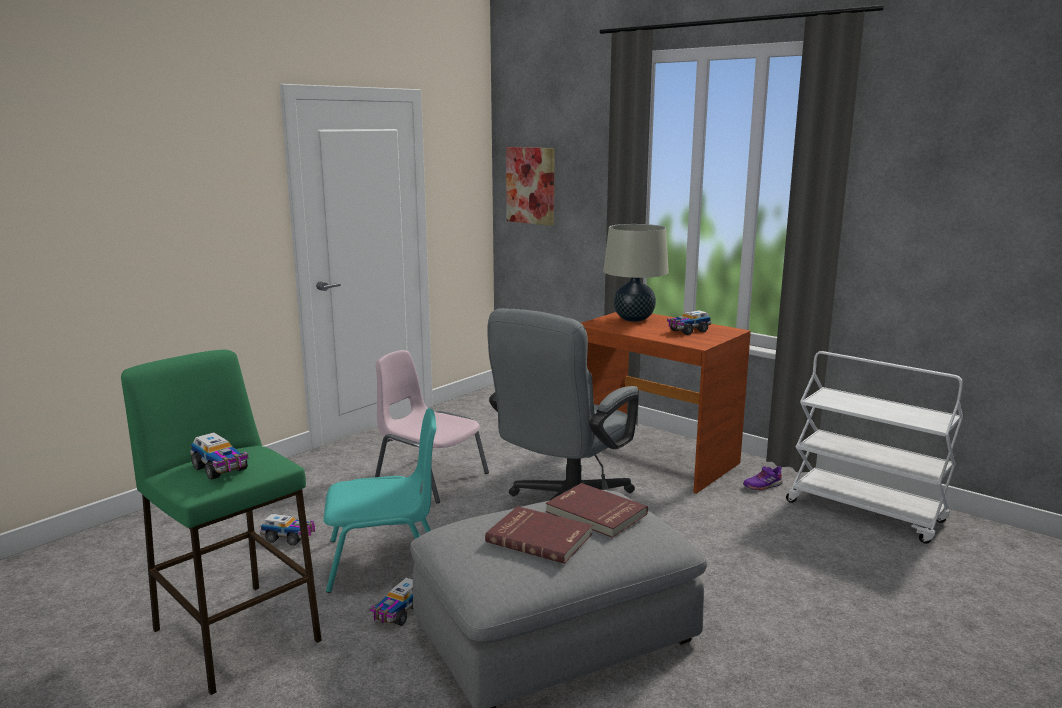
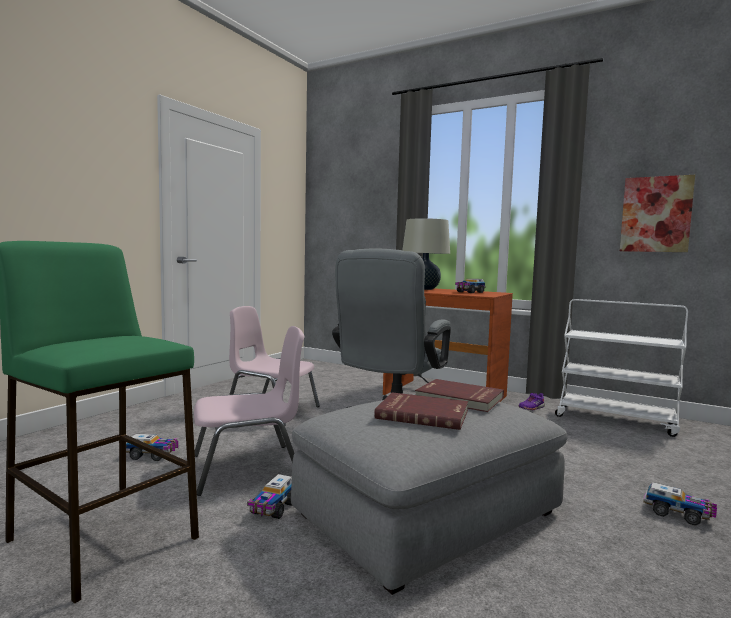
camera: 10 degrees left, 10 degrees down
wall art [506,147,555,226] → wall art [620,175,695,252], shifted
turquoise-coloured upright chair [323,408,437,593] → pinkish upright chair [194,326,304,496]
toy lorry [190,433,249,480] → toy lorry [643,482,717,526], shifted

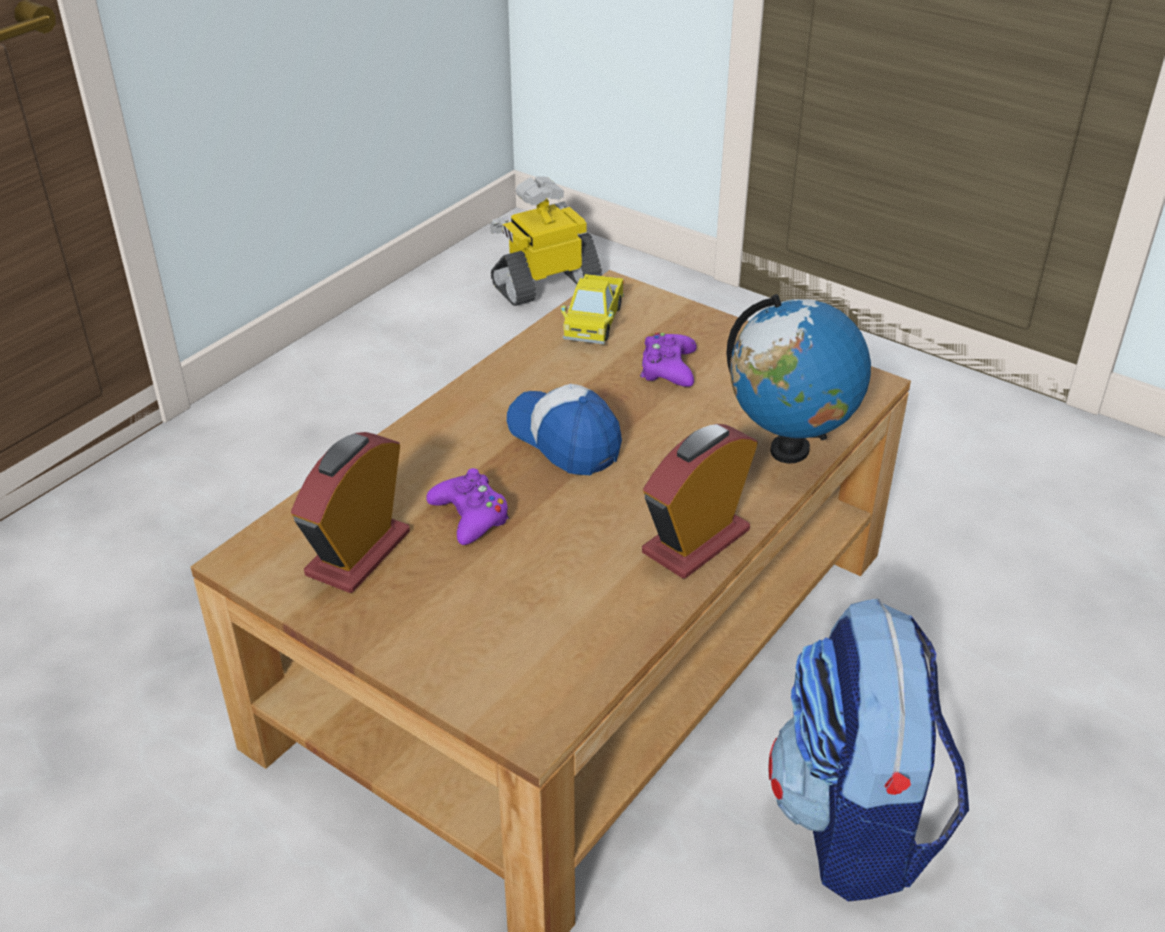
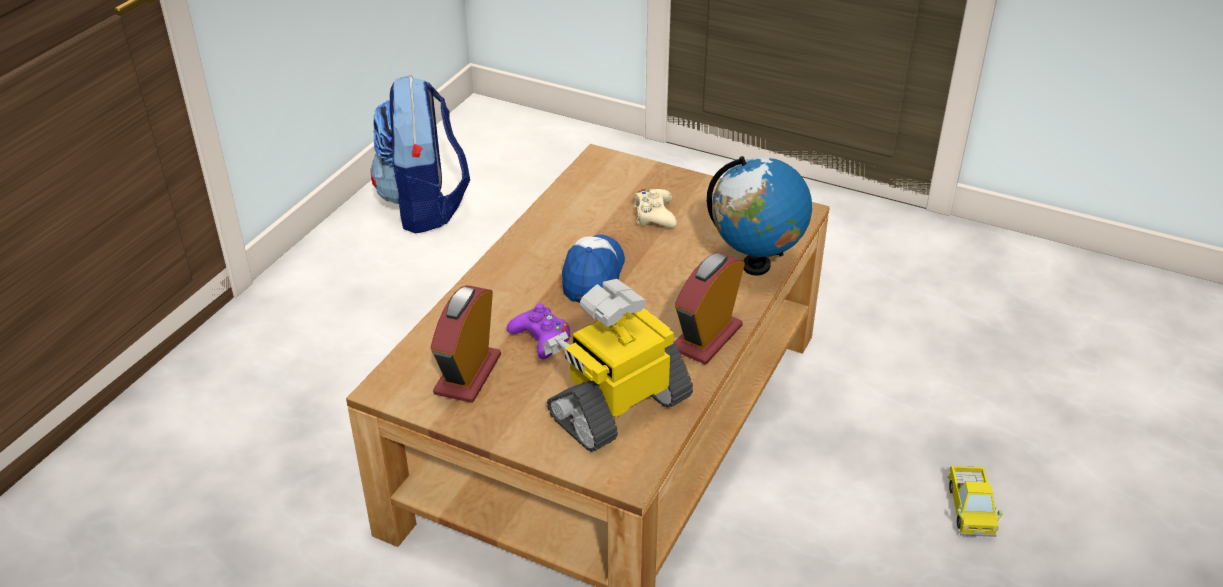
camera: 10 degrees left, 0 degrees up
robot figure [490,176,602,306] → robot figure [543,279,693,452], shifted
toy lorry [561,274,624,344] → toy lorry [948,466,1003,537], shifted
purple game controller [640,333,697,387] → sand-coloured game controller [634,189,677,227]
baseball cap [507,384,622,475] → baseball cap [562,234,625,303], 60 degrees clockwise
knapsack [769,598,969,902] → knapsack [371,75,470,234], shifted

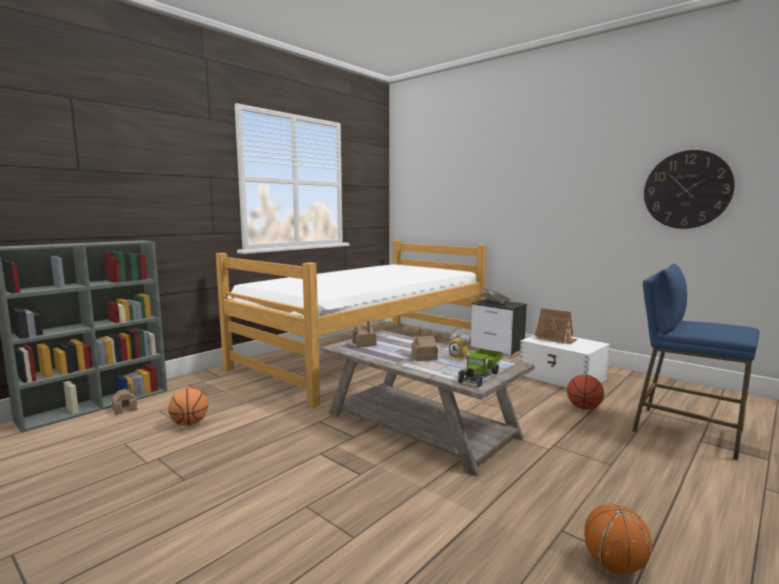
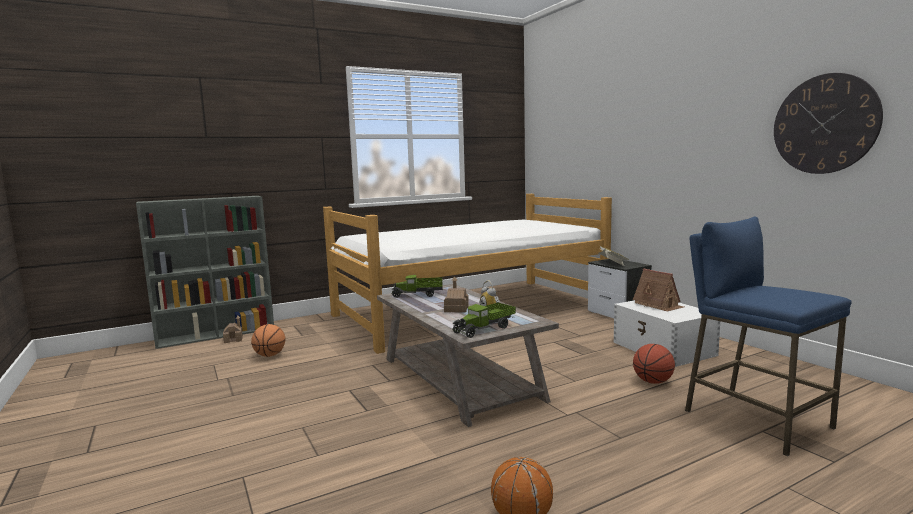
camera: 20 degrees right, 0 degrees up
toy house [352,317,377,348] → toy lorry [391,275,443,298]

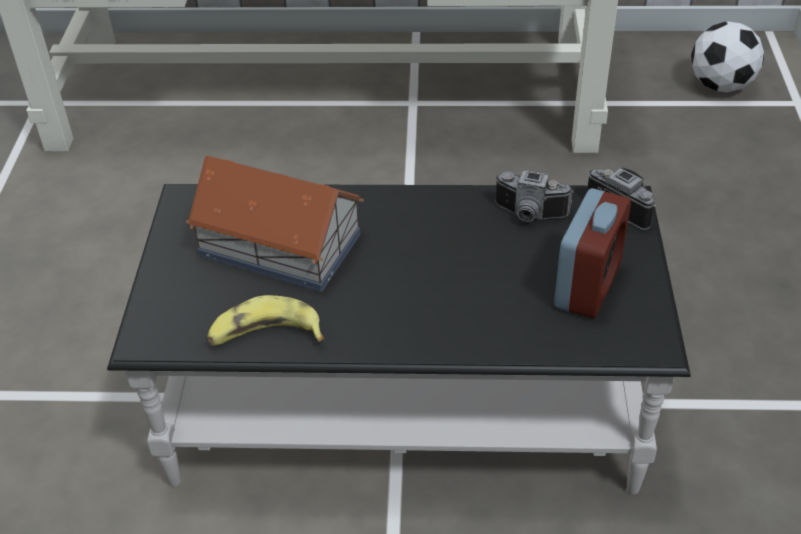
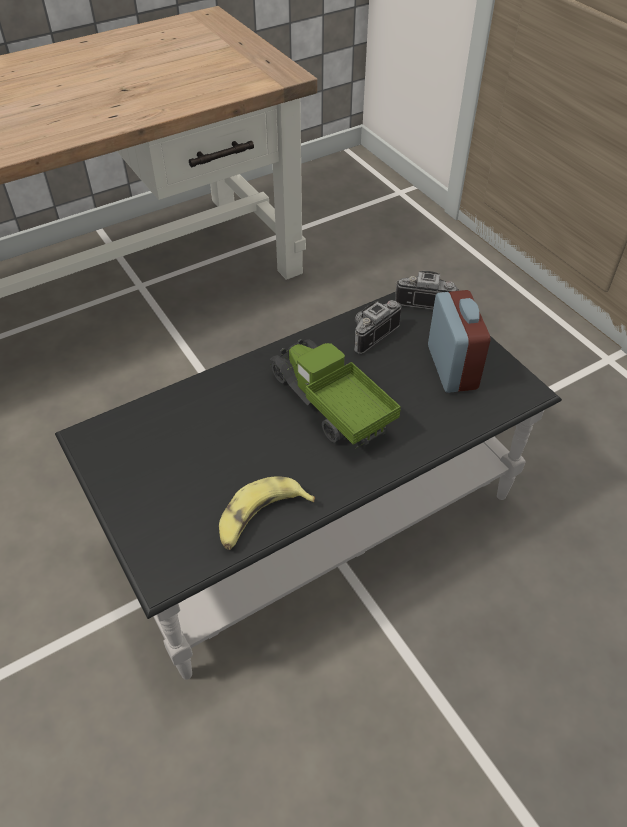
camera: 35 degrees left, 5 degrees up
football [691,21,764,93] → -
toy house [186,156,364,292] → -
photo camera [495,170,573,222] → photo camera [354,300,401,354], 150 degrees clockwise
- → toy lorry [270,339,401,449]

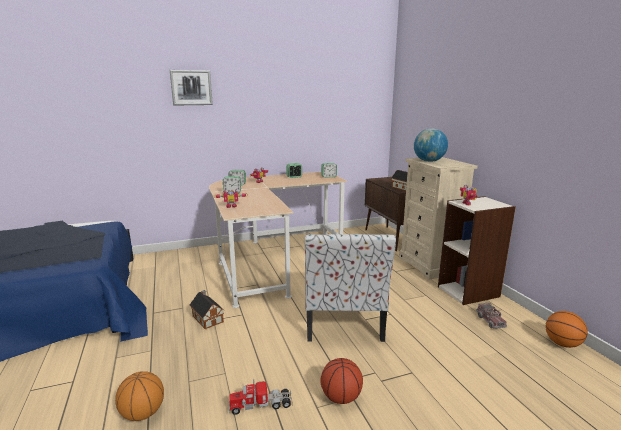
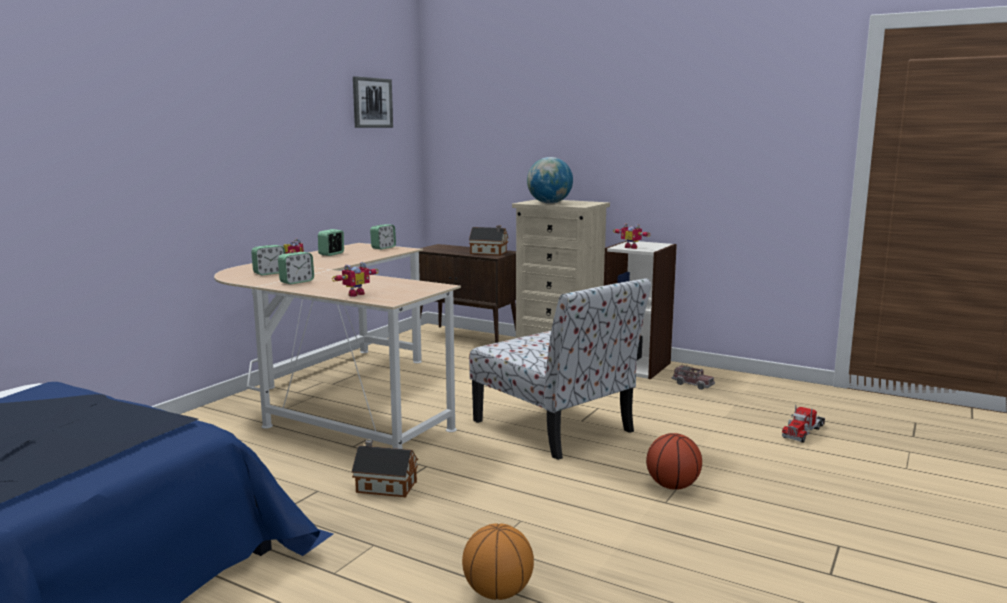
camera: 40 degrees left, 5 degrees down
wall art [170,70,213,105] → wall art [353,76,393,128], shifted
ball for basketball [546,311,588,348] → -
toy lorry [229,378,292,415] → toy lorry [782,405,825,443], shifted

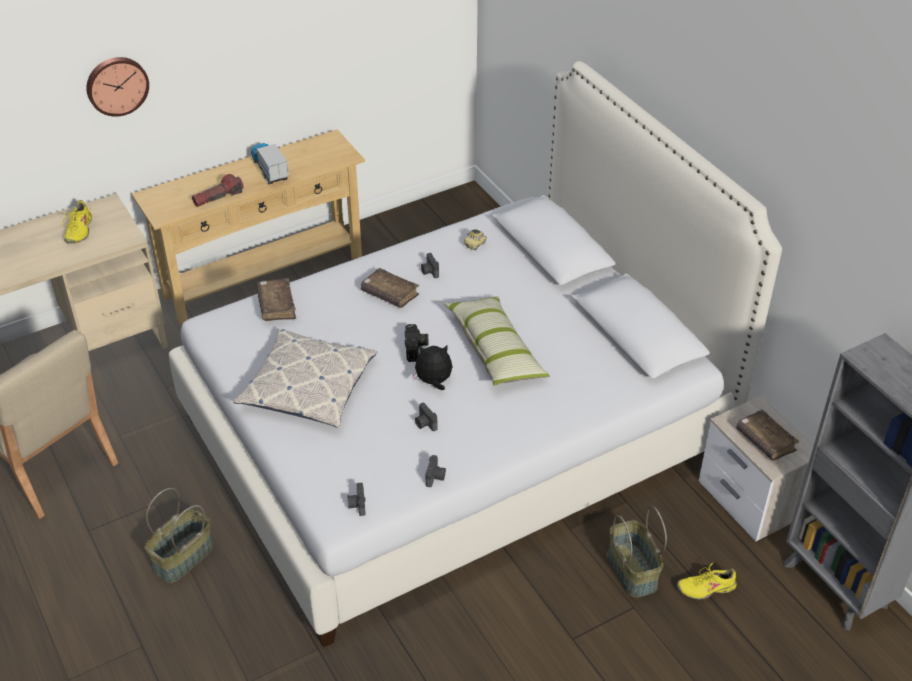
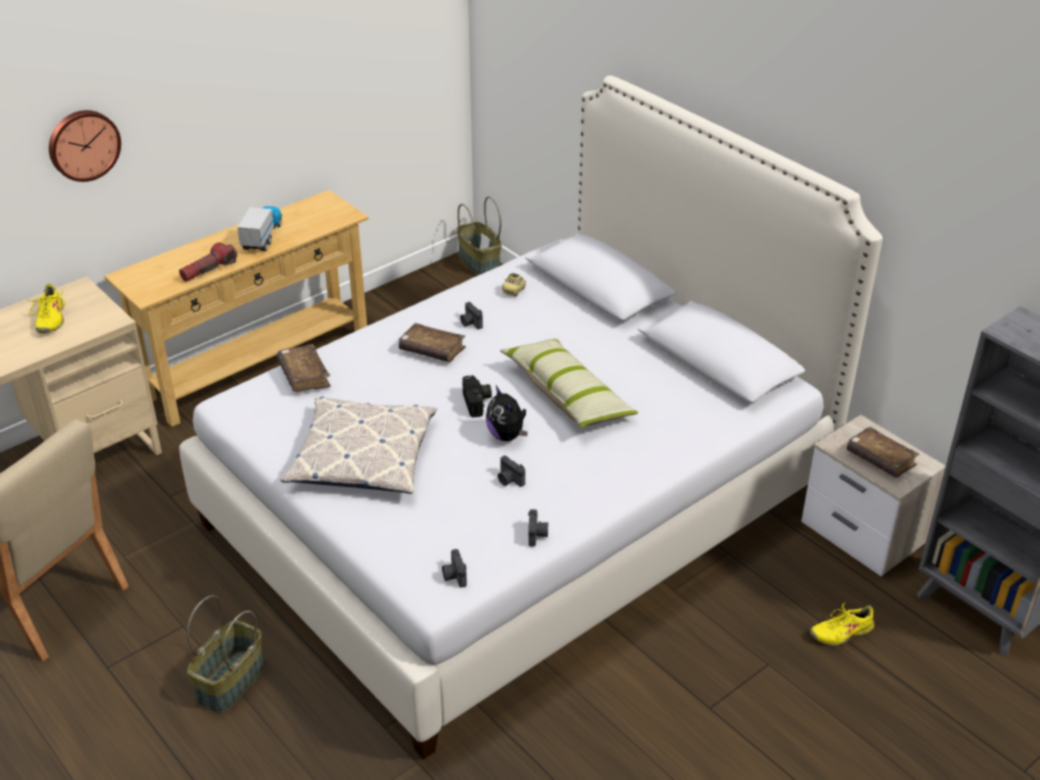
camera: 10 degrees left, 5 degrees down
toy lorry [251,143,289,185] → toy lorry [237,206,282,251], 45 degrees clockwise
soft toy [412,346,452,390] → soft toy [486,386,528,441], 105 degrees counterclockwise
basket [608,506,667,598] → basket [457,197,502,276], shifted

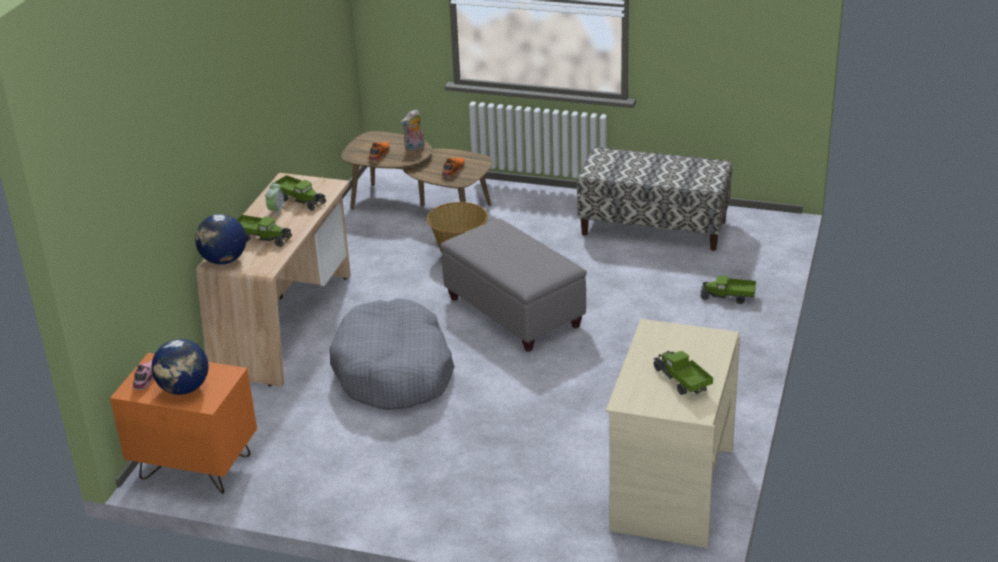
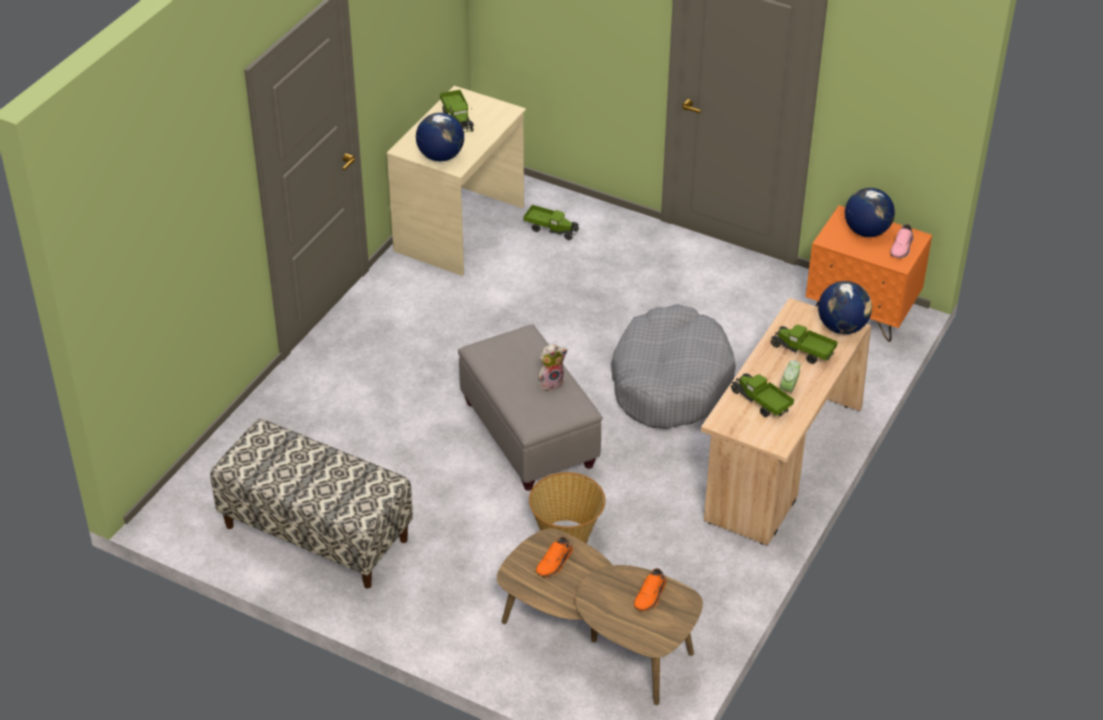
camera: 170 degrees left, 10 degrees up
soft toy [400,110,424,151] → soft toy [538,344,568,391], shifted
toy lorry [700,276,756,304] → toy lorry [523,205,579,240], shifted
- → desk globe [416,113,464,161]

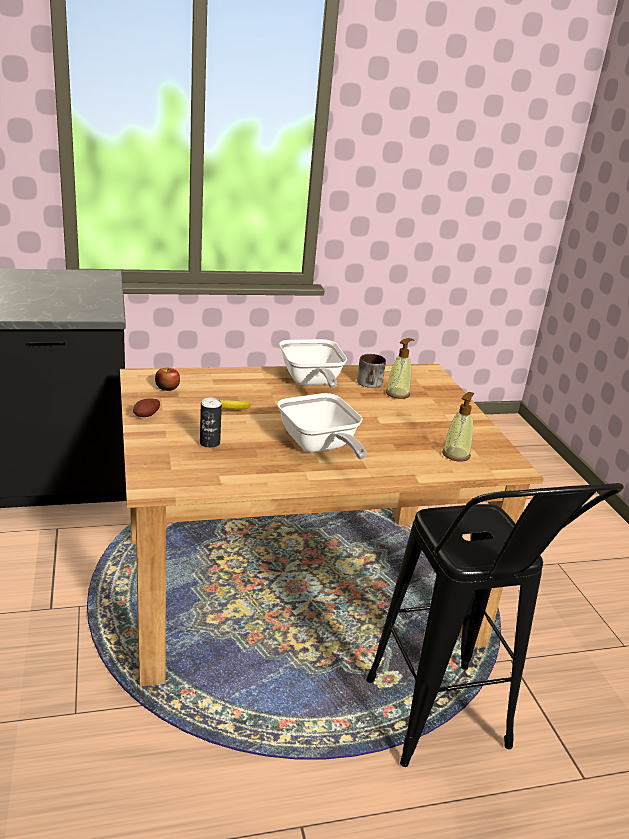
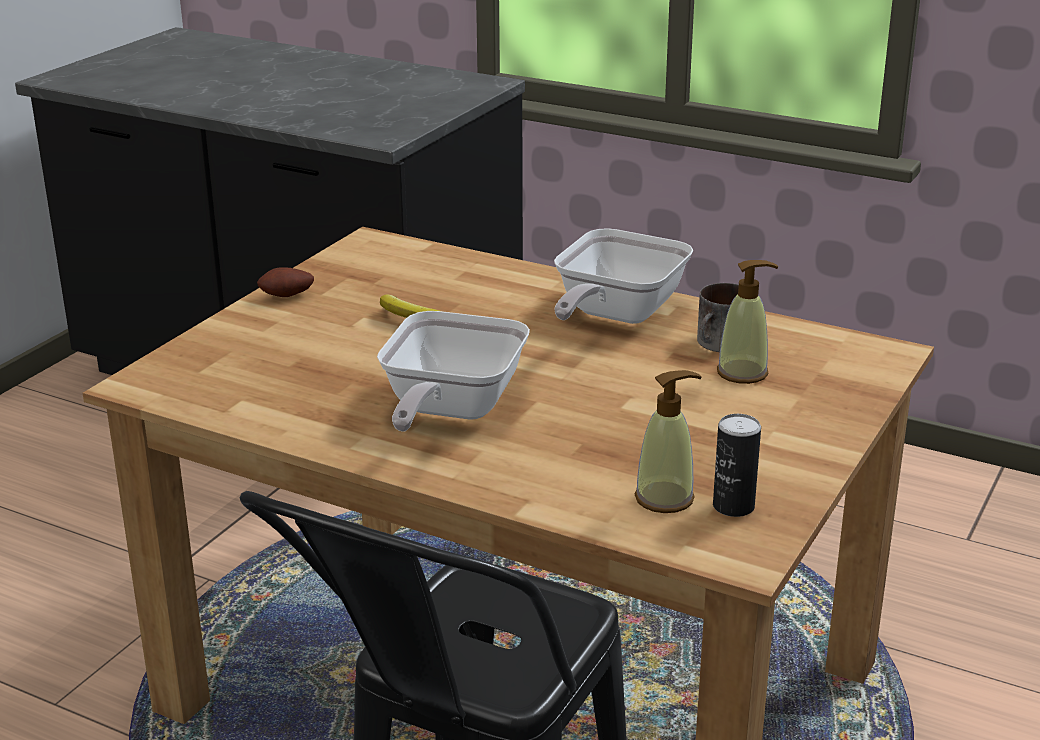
camera: 45 degrees right, 0 degrees up
apple fruit [155,368,180,391] → -
metal can [200,397,222,448] → metal can [713,414,761,517], shifted

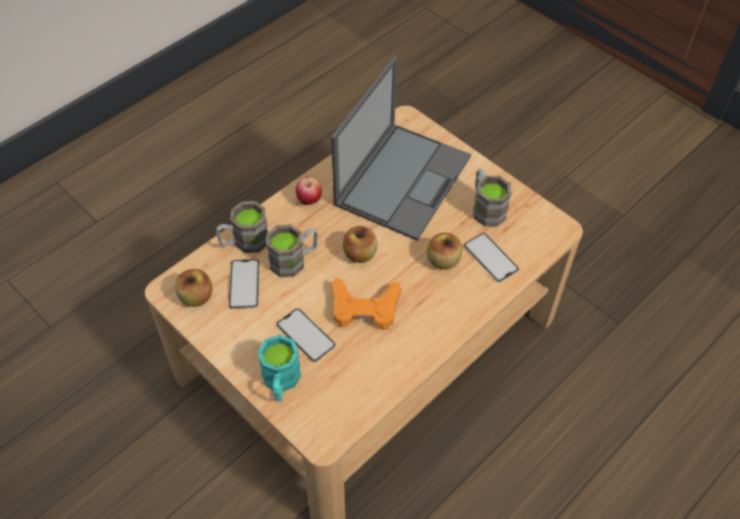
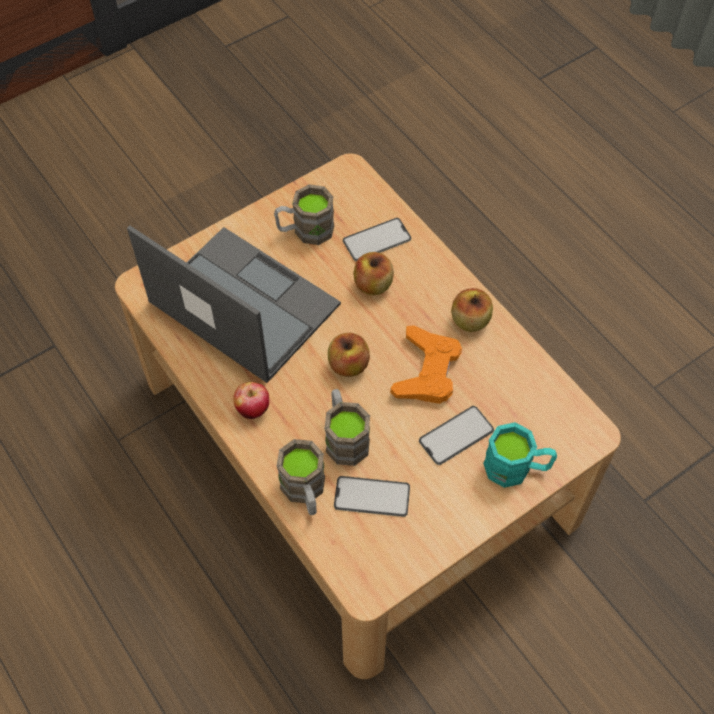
camera: 80 degrees left, 5 degrees up
apple fruit [175,269,213,307] → apple fruit [451,288,493,332], shifted

